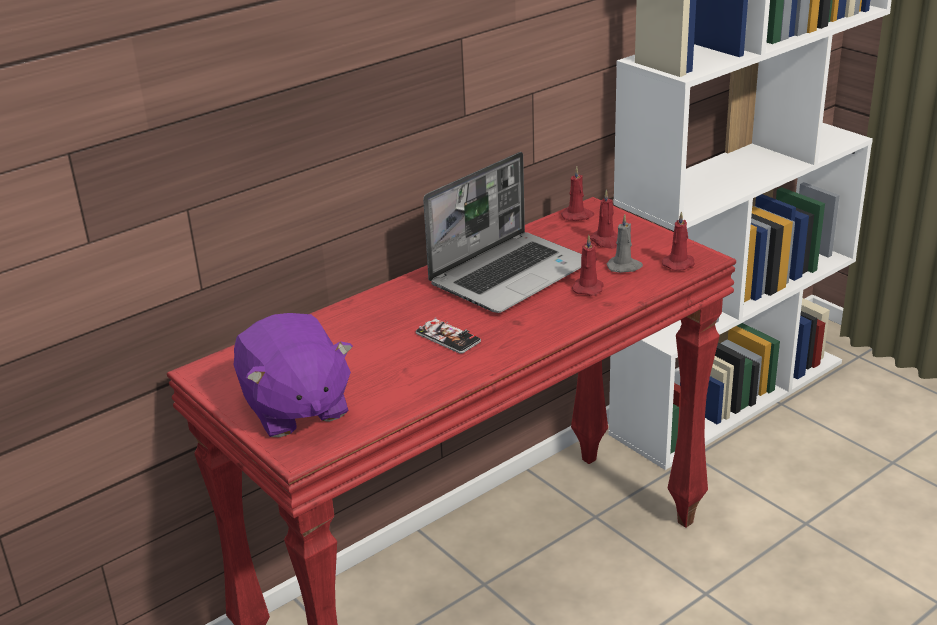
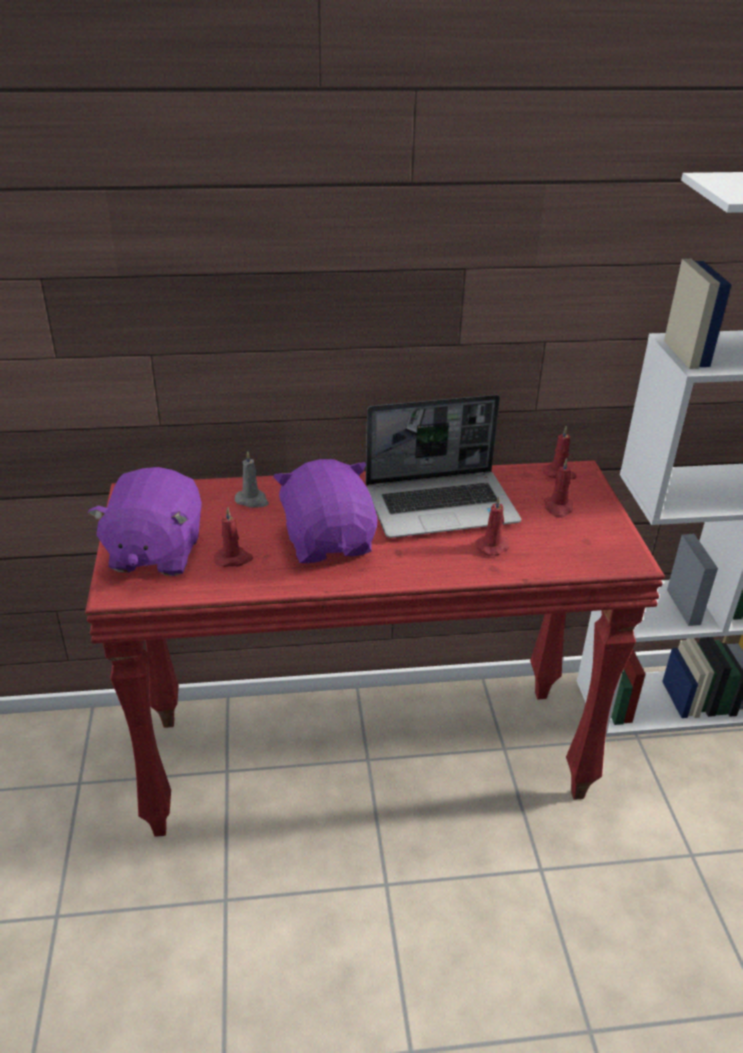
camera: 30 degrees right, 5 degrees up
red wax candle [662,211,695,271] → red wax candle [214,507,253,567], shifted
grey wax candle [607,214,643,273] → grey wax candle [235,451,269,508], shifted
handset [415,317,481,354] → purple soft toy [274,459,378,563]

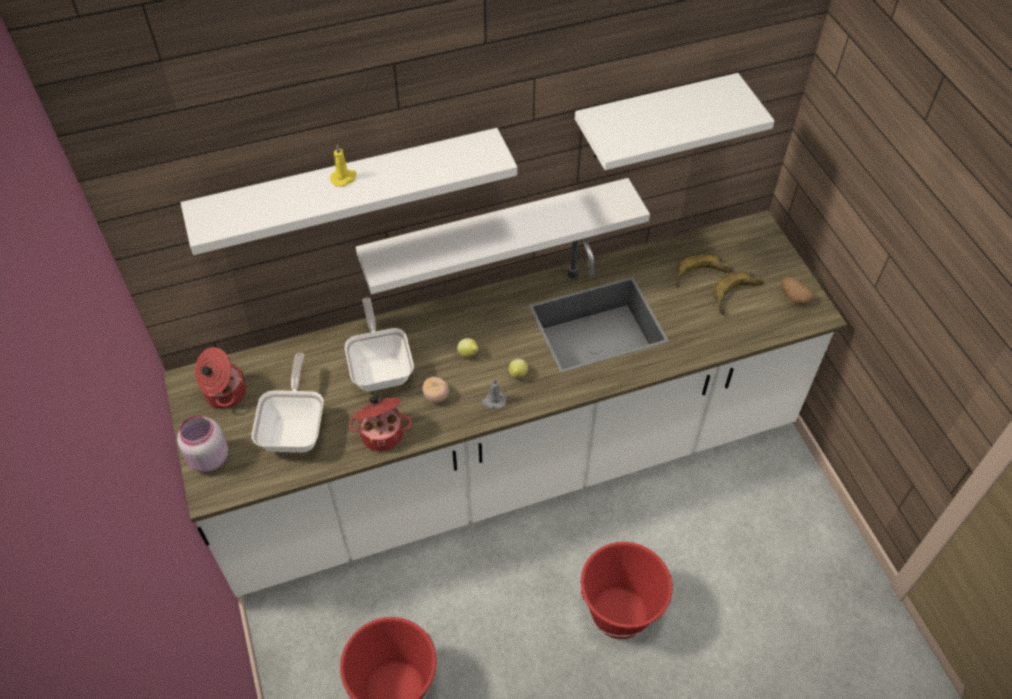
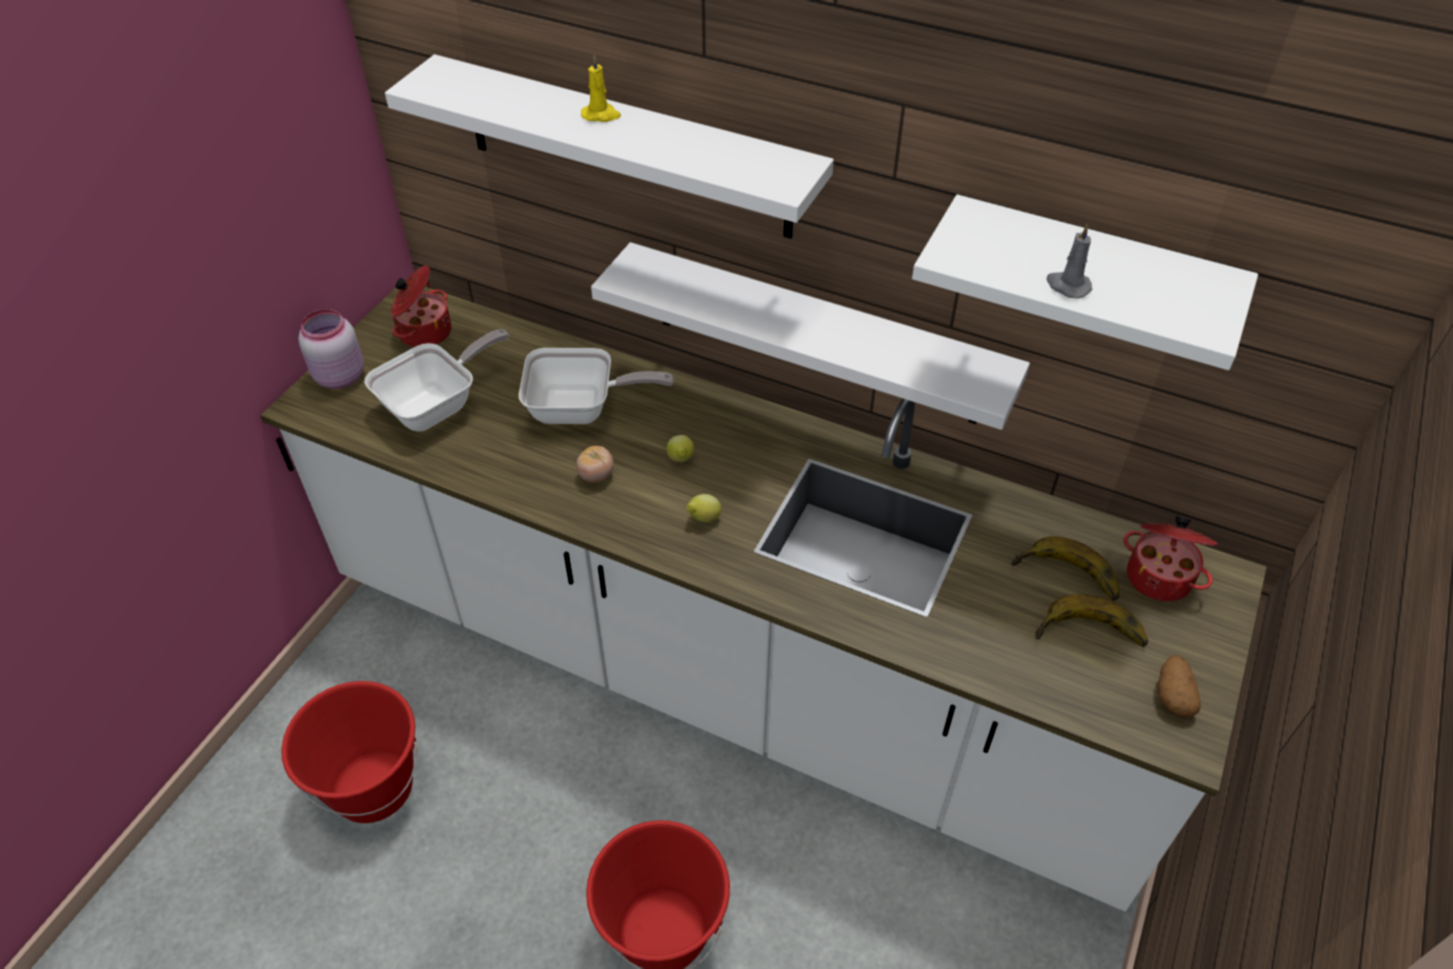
camera: 45 degrees right, 5 degrees down
pan [345,298,414,391] → pan [519,348,674,424], 60 degrees clockwise
grey wax candle [481,378,506,409] → grey wax candle [1046,224,1092,298], shifted
cooking pot [349,396,412,451] → cooking pot [1123,516,1218,602], shifted

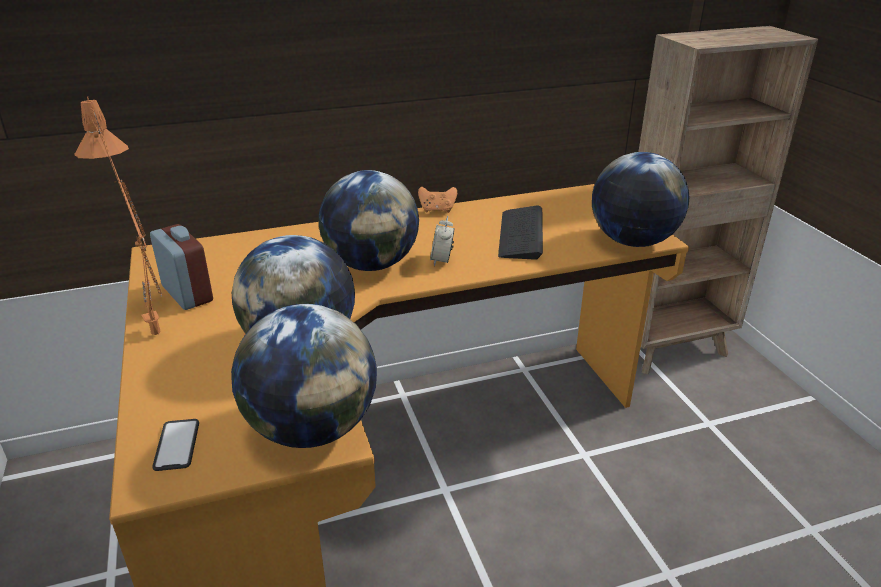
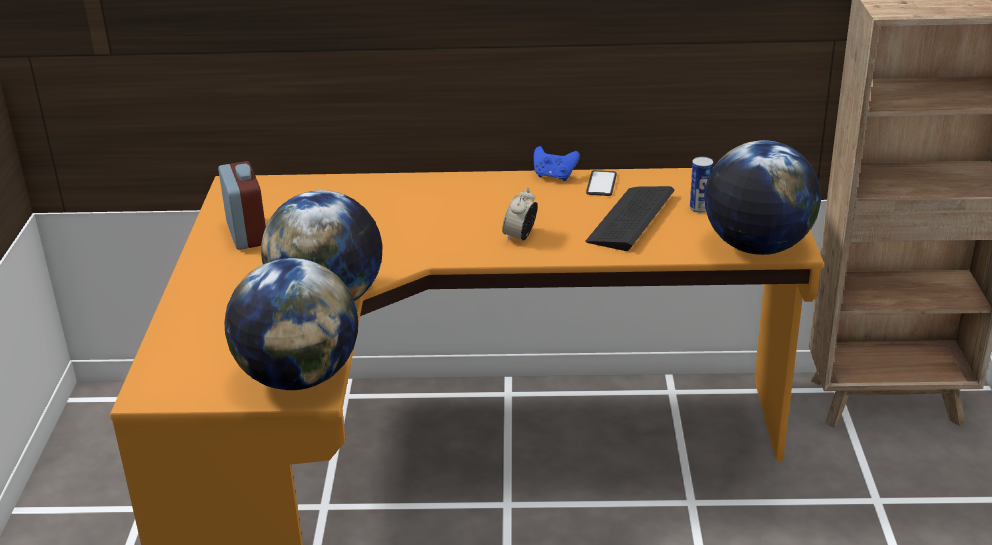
camera: 20 degrees right, 0 degrees up
orangey tabletop lamp [74,96,162,335] → -
desk globe [319,170,419,271] → -
orangey game controller [418,187,457,213] → blue game controller [533,146,580,181]
handset [152,419,199,471] → handset [586,170,617,196], shifted
- → metal can [690,157,713,213]

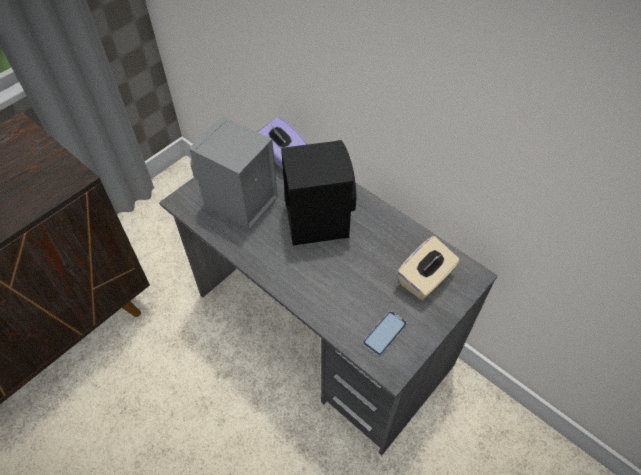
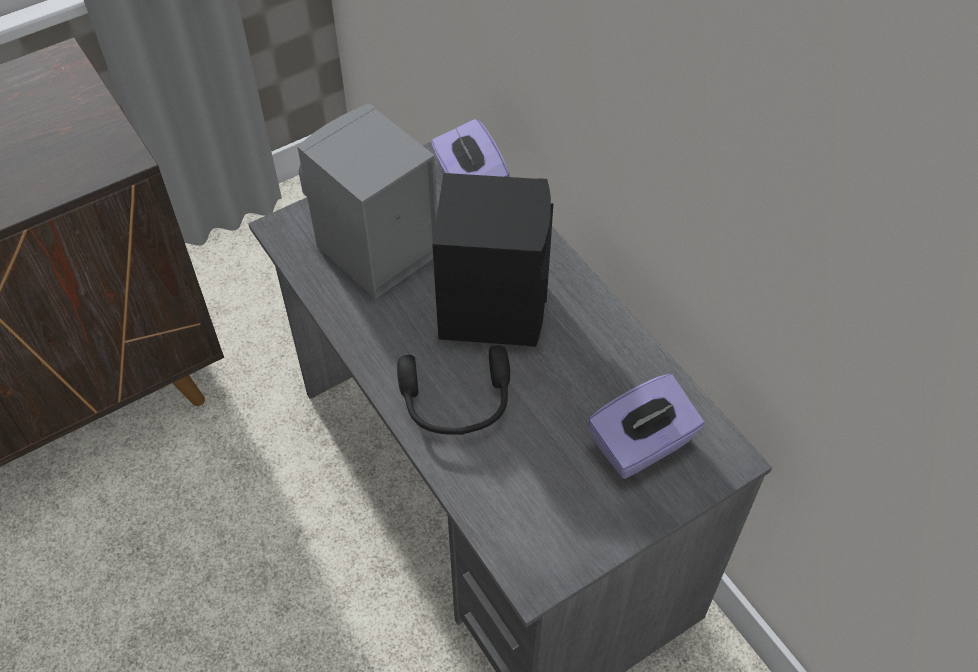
camera: 15 degrees right, 0 degrees up
sand-coloured tissue holder [397,236,460,300] → purple tissue holder [588,374,704,479]
handset [363,311,407,356] → -
- → blackish headphones [397,345,510,435]

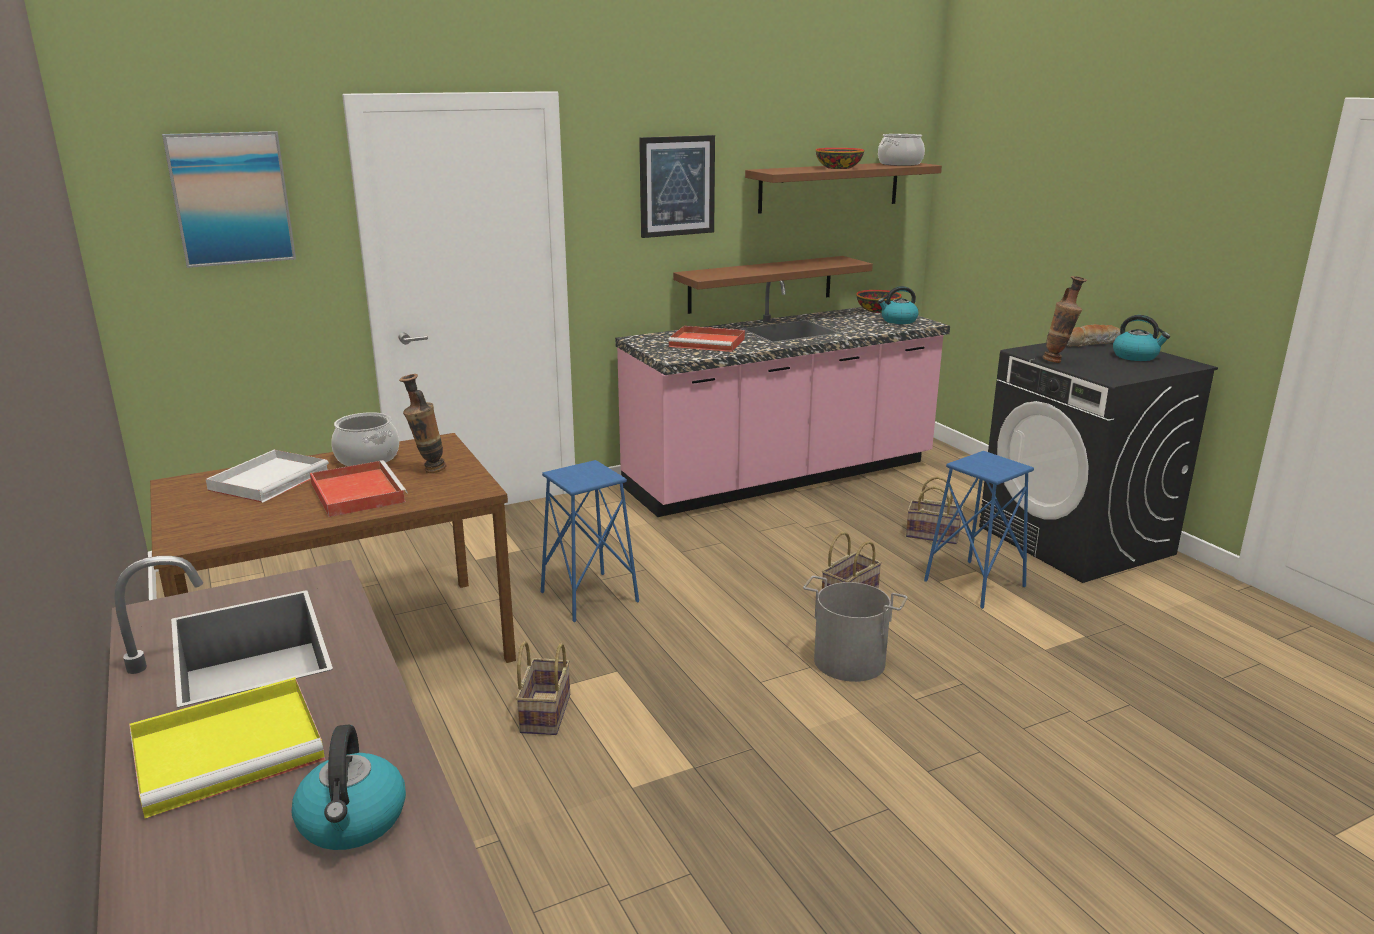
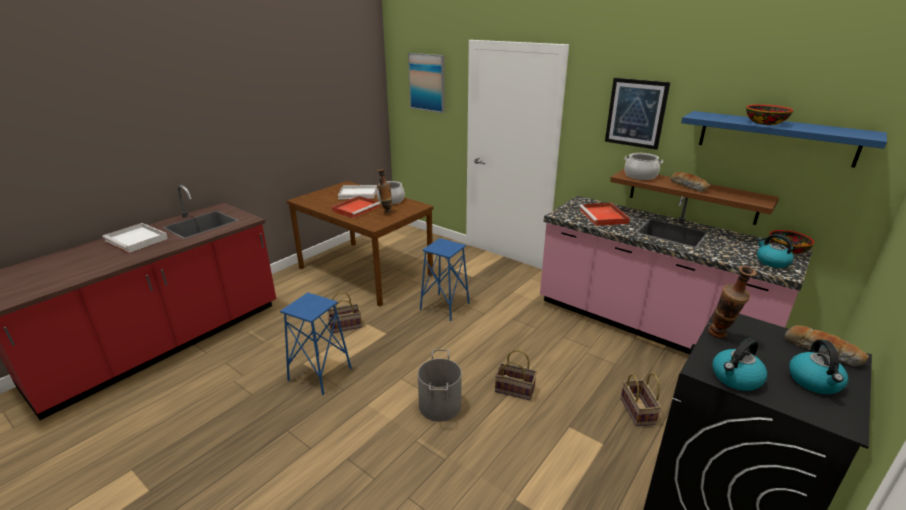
camera: 65 degrees right, 5 degrees up
cooking pot [878,134,925,166] → cooking pot [624,153,663,180], shifted
brownish bracket shelf [745,163,942,214] → blue bracket shelf [681,111,887,168]
blue sitting stool [924,451,1034,609] → blue sitting stool [280,292,352,395], shifted
yellow serving tray [129,677,325,818] → white serving tray [102,223,168,253]
tea kettle [292,724,406,850] → tea kettle [712,338,767,391], shifted
- → bread [670,172,710,192]

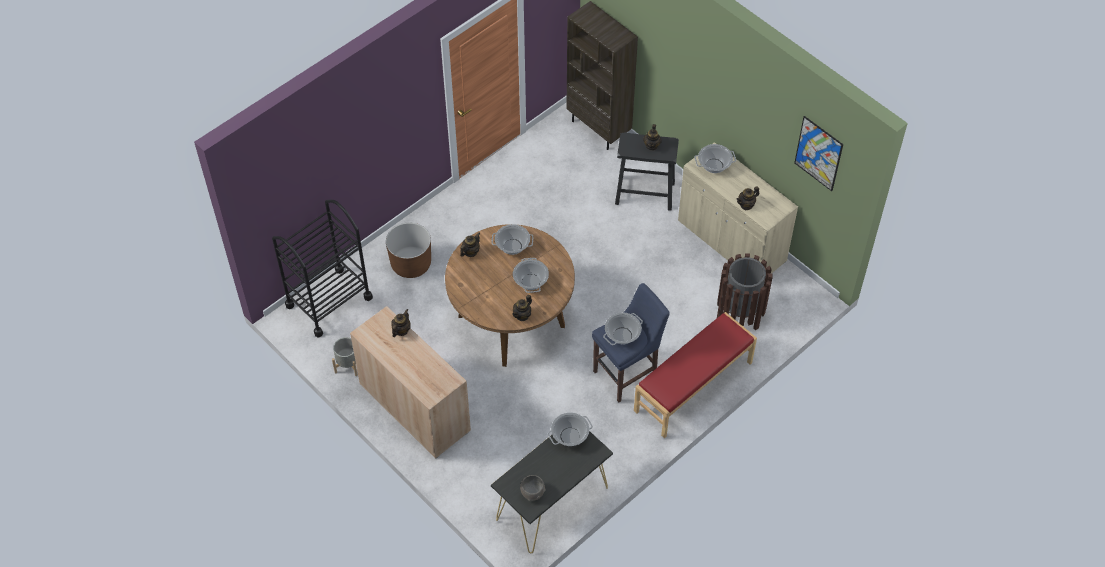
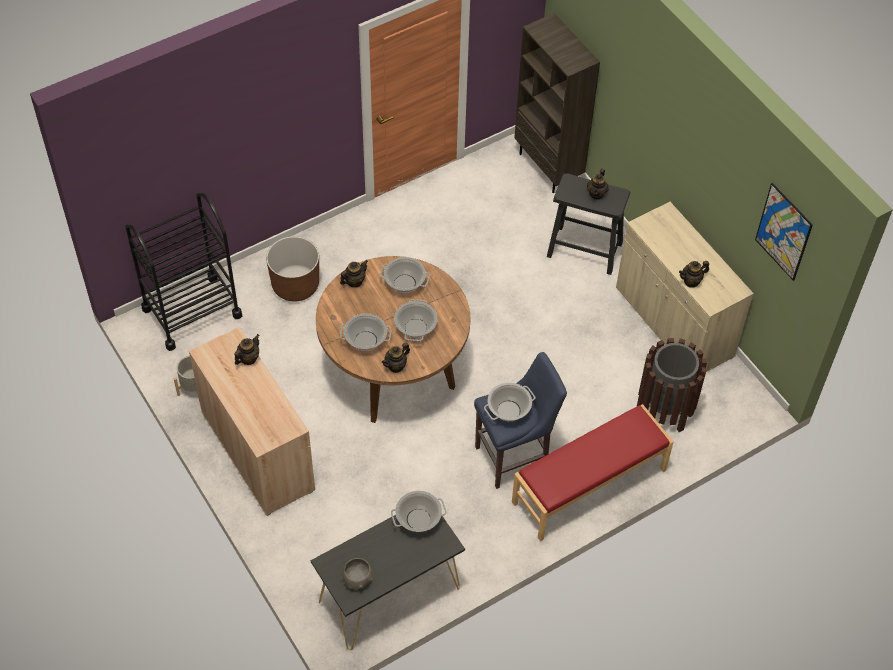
camera: 10 degrees right, 0 degrees up
cooking pot [695,144,736,173] → cooking pot [340,313,391,351], shifted

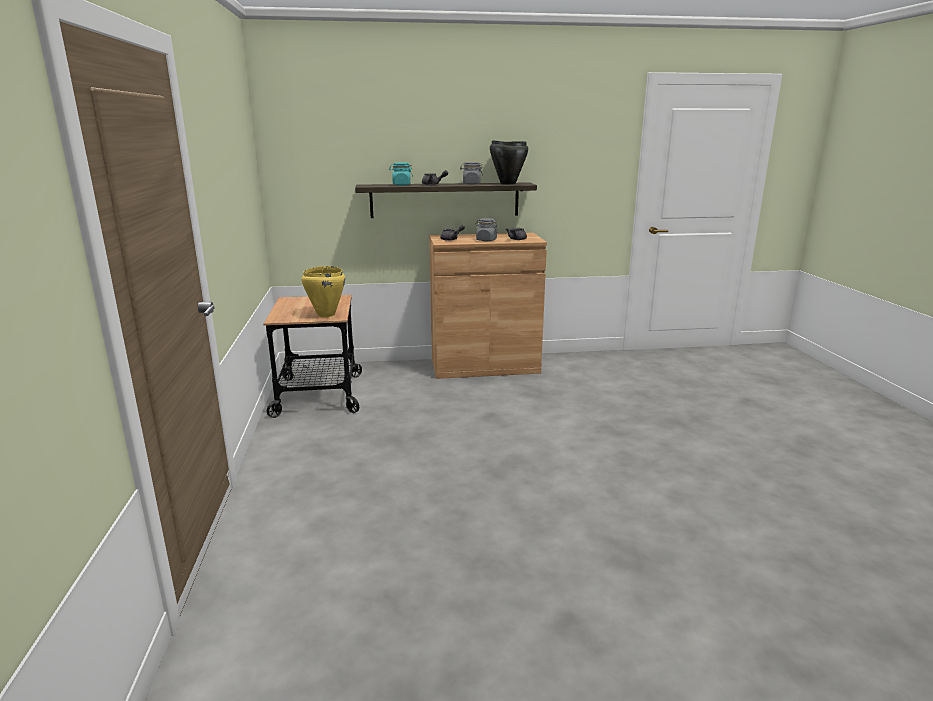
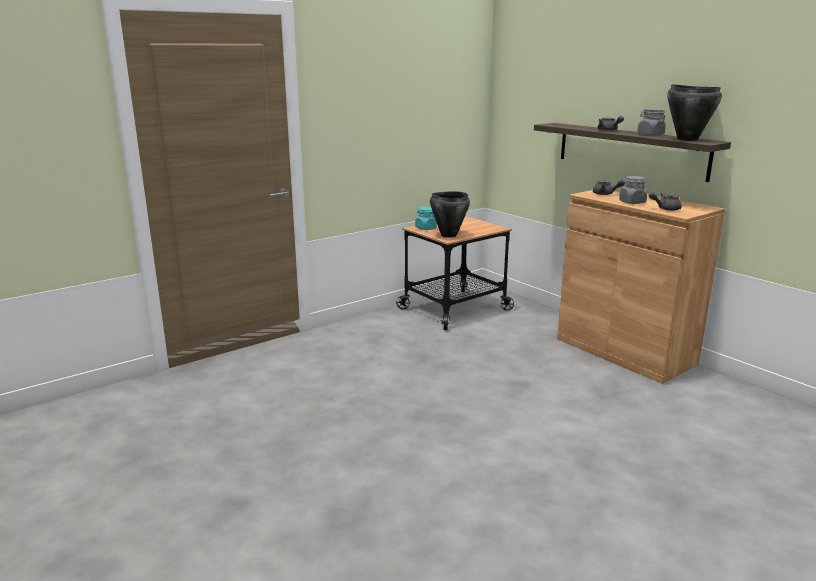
camera: 60 degrees right, 0 degrees up
turquoise-coloured preserve jar [389,163,413,185] → turquoise-coloured preserve jar [415,207,437,230], shifted
yellow cooking pot [301,266,345,317] → blackish cooking pot [430,191,470,238]

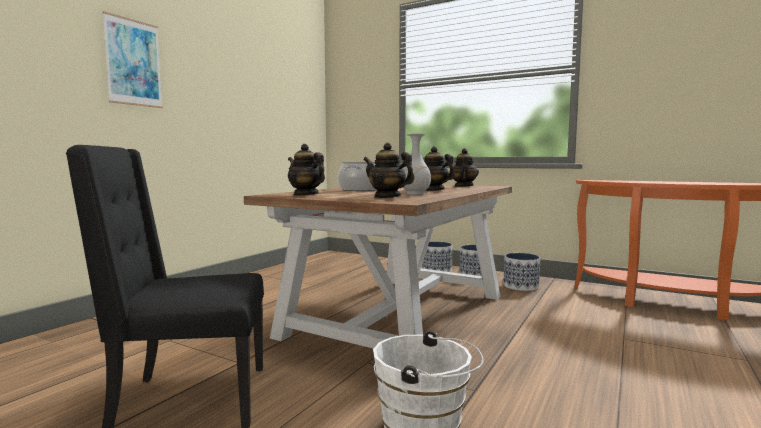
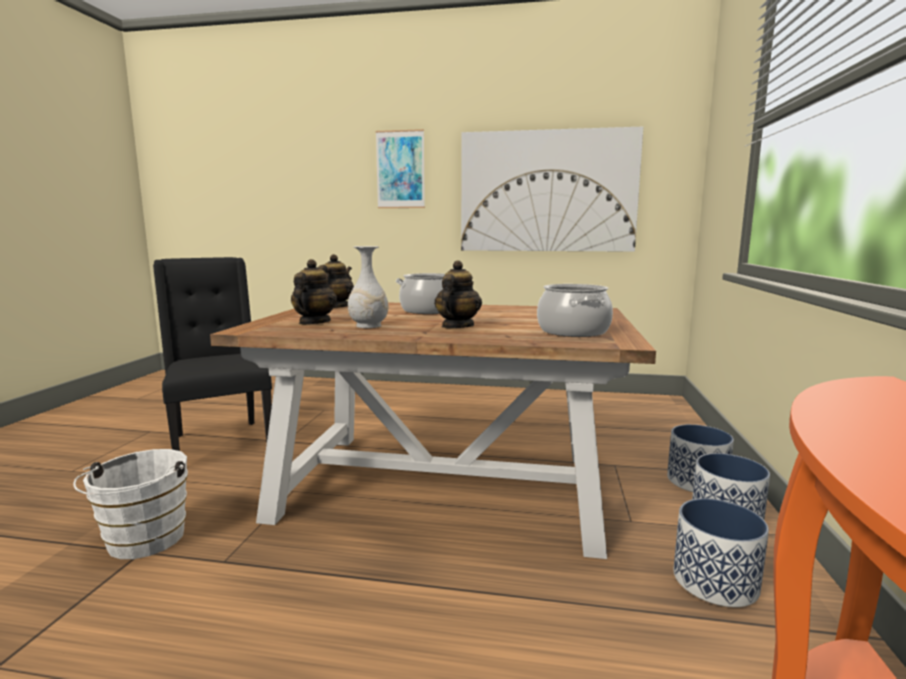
camera: 70 degrees right, 5 degrees up
tea pot [453,148,479,187] → cooking pot [537,284,613,337]
- → wall art [461,127,643,252]

